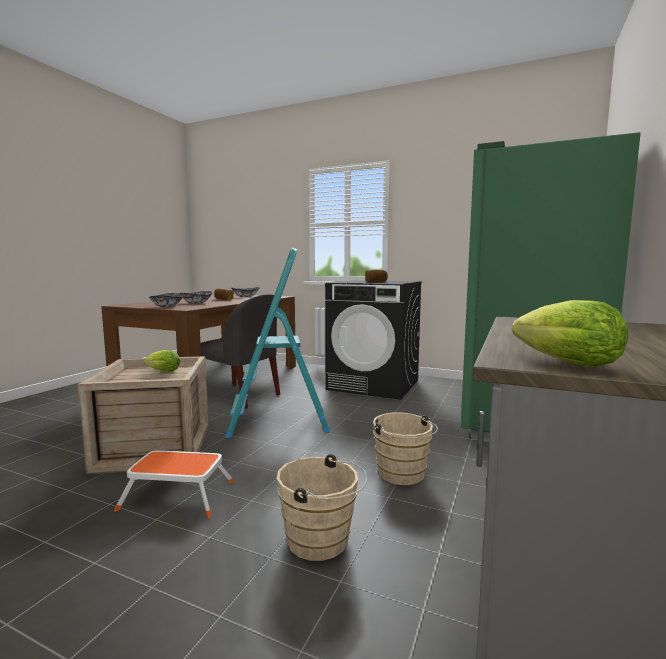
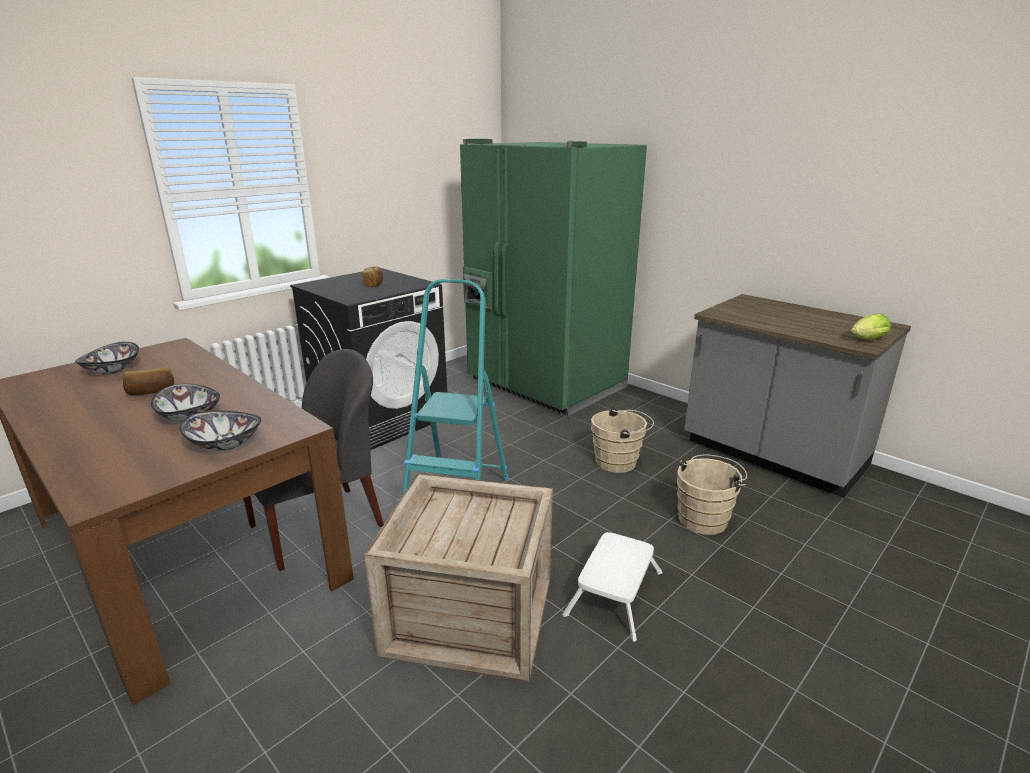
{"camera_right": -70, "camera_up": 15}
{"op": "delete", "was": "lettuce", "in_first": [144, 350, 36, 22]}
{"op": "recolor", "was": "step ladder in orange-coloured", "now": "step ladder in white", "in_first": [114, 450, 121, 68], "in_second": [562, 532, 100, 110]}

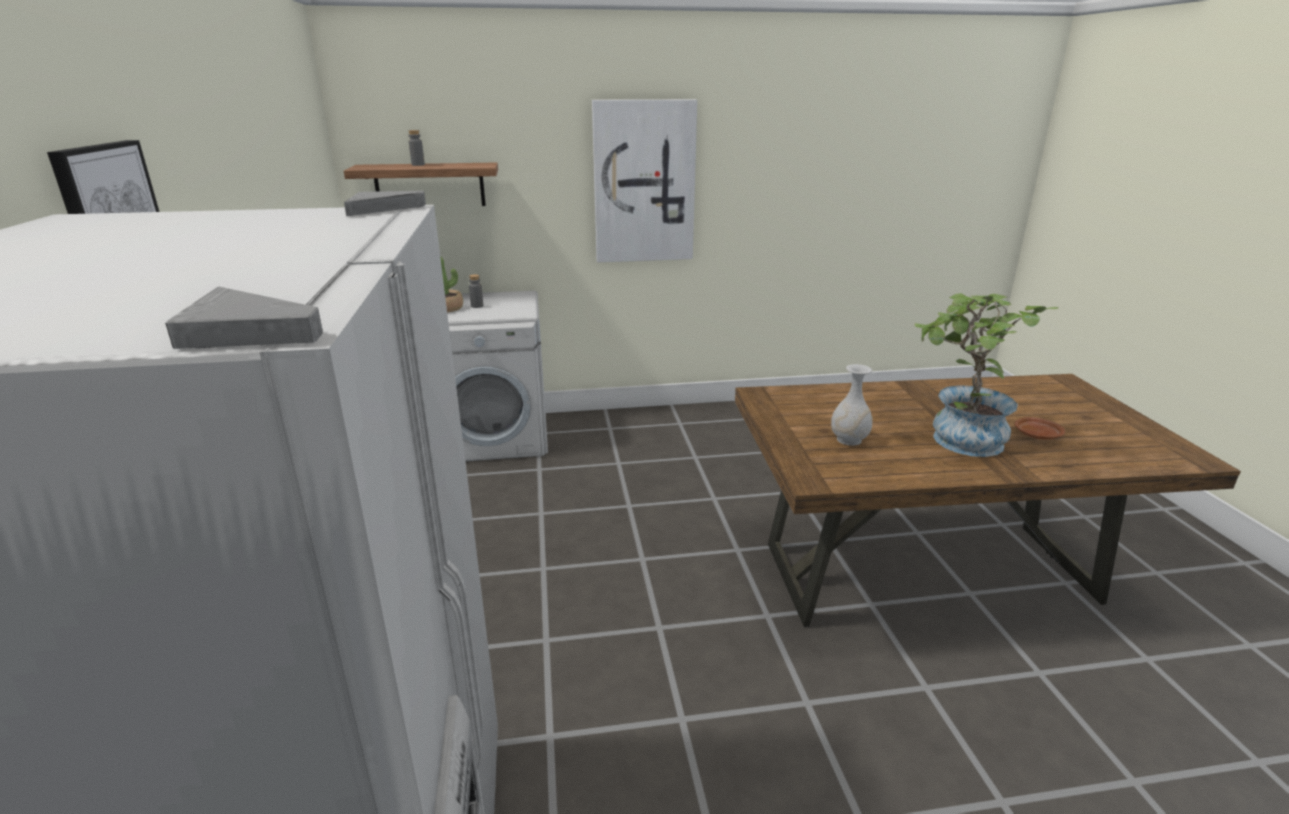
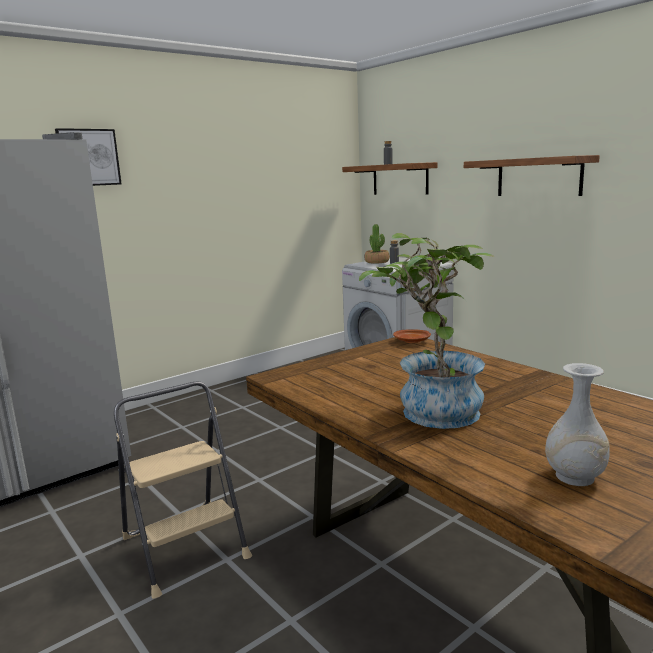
{"camera_right": 60, "camera_up": -10}
{"op": "insert", "now": "step ladder in beige-coloured", "in_second": [114, 382, 138, 217]}
{"op": "move", "was": "flower vase in white", "in_first": [831, 364, 42, 82], "in_second": [545, 363, 65, 123]}
{"op": "move", "was": "plate in brown-coloured", "in_first": [1015, 417, 50, 23], "in_second": [393, 329, 38, 14]}
{"op": "replace", "was": "wall art", "now": "wall shelf", "in_first": [592, 99, 105, 163], "in_second": [464, 155, 136, 41]}

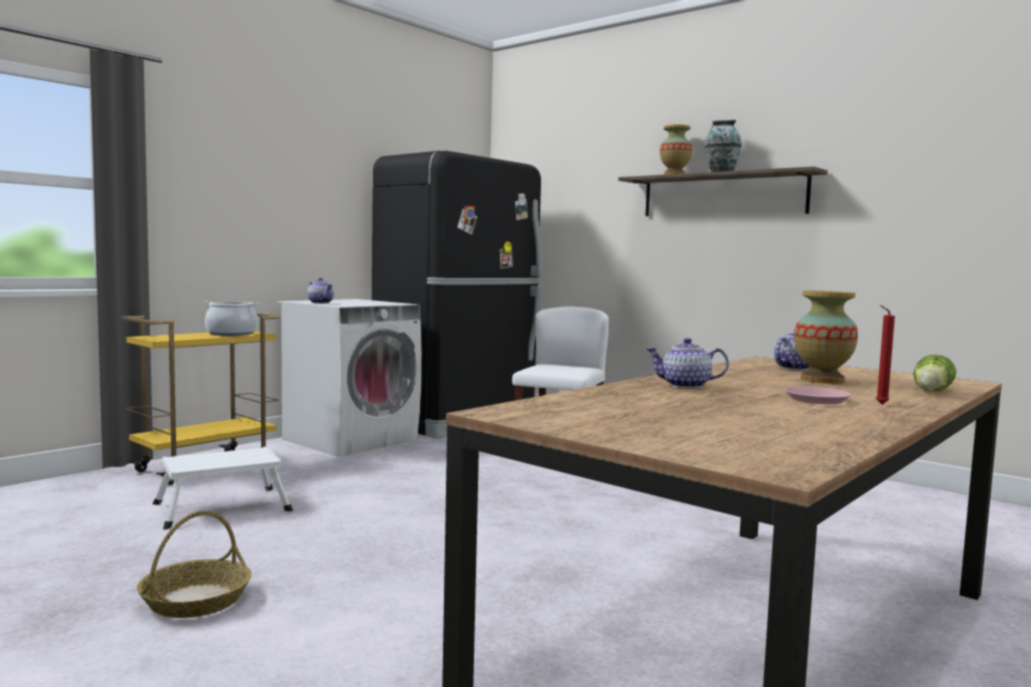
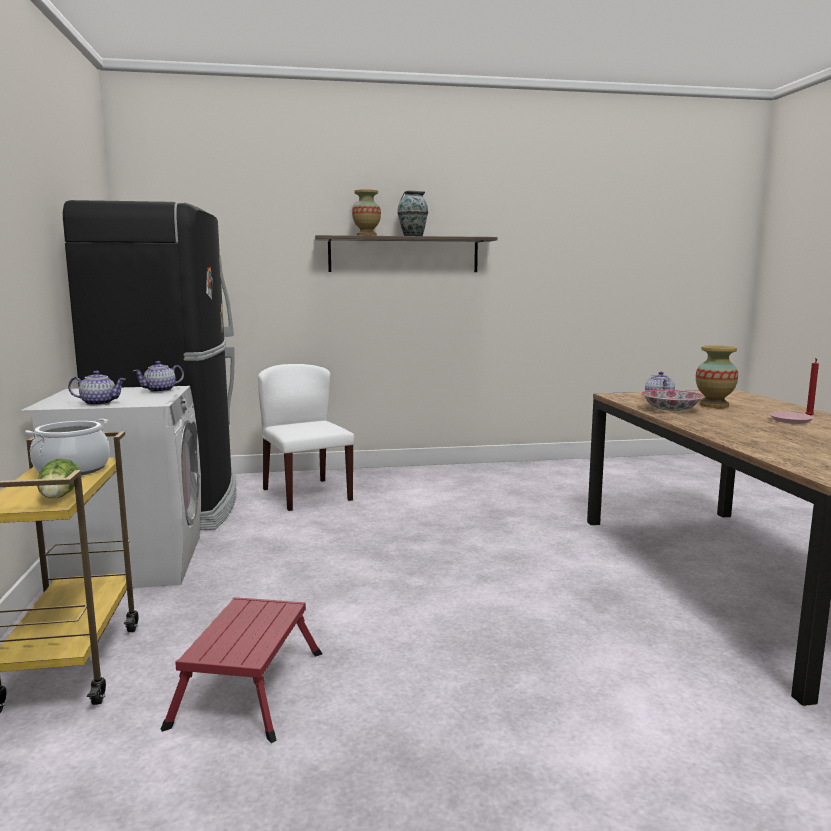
{"camera_right": -50, "camera_up": 5}
{"op": "delete", "was": "storage basket", "in_first": [137, 511, 114, 107]}
{"op": "insert", "now": "serving bowl", "in_second": [641, 390, 63, 21]}
{"op": "move", "was": "teapot", "in_first": [647, 338, 82, 50], "in_second": [133, 361, 51, 31]}
{"op": "move", "was": "lettuce", "in_first": [913, 355, 43, 37], "in_second": [37, 458, 42, 41]}
{"op": "recolor", "was": "step ladder in white", "now": "step ladder in reddish", "in_first": [153, 447, 140, 83], "in_second": [161, 597, 161, 146]}

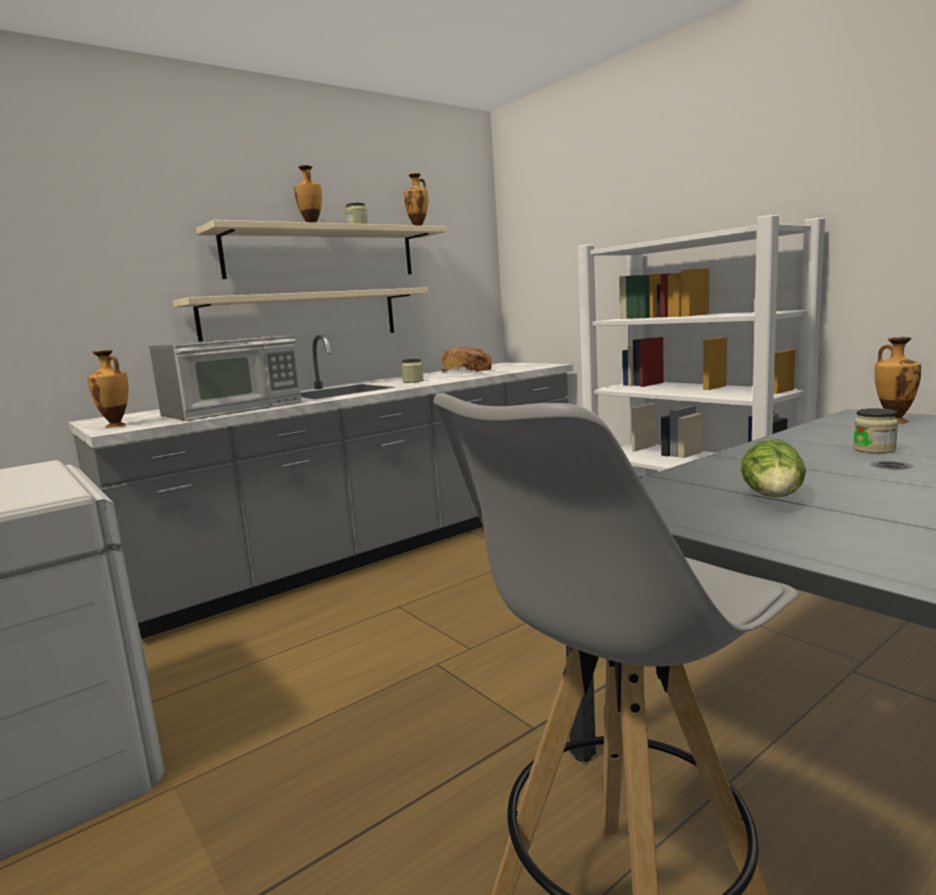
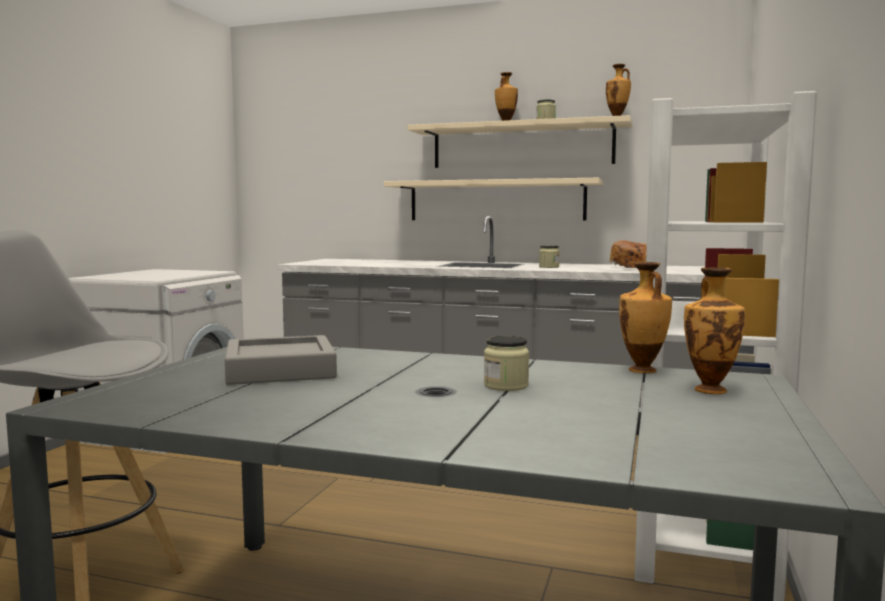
{"camera_right": 55, "camera_up": -5}
{"op": "delete", "was": "microwave oven", "in_first": [149, 335, 153, 86]}
{"op": "move", "was": "flower vase", "in_first": [87, 350, 42, 78], "in_second": [619, 262, 53, 111]}
{"op": "replace", "was": "lettuce", "now": "serving tray in gray", "in_first": [741, 439, 65, 58], "in_second": [225, 335, 112, 50]}

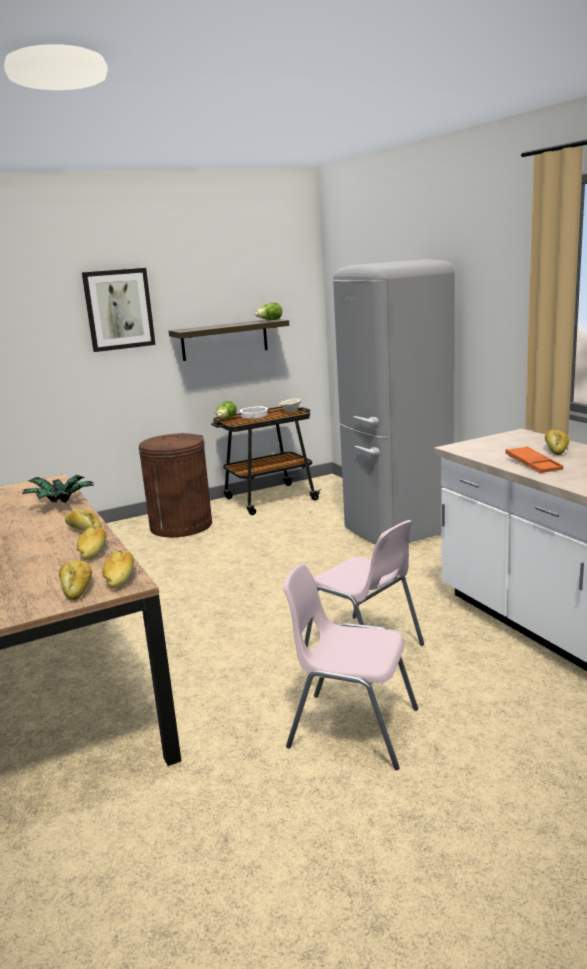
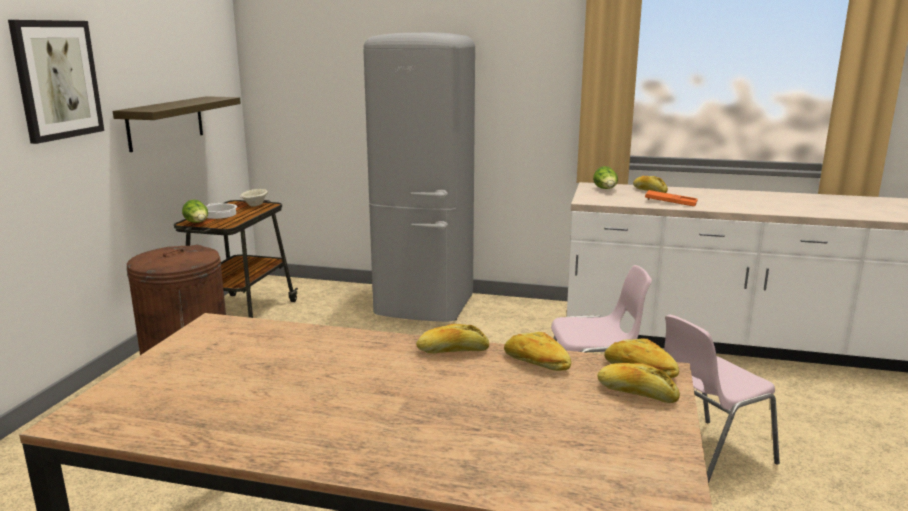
{"camera_right": -50, "camera_up": 0}
{"op": "delete", "was": "plant in a pot", "in_first": [22, 475, 72, 28]}
{"op": "move", "was": "lettuce", "in_first": [255, 302, 27, 18], "in_second": [593, 166, 25, 23]}

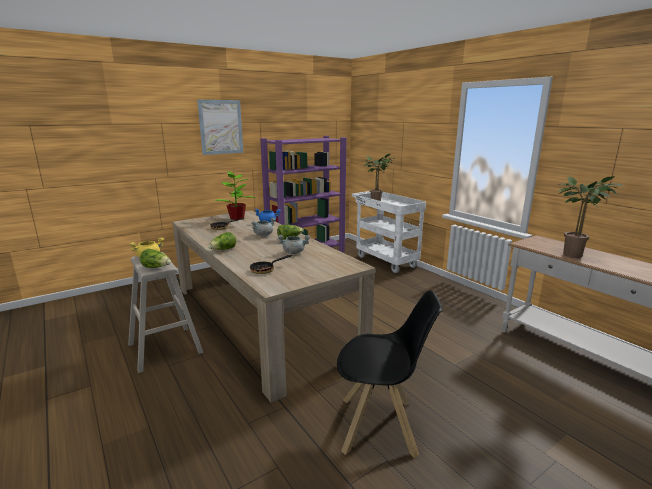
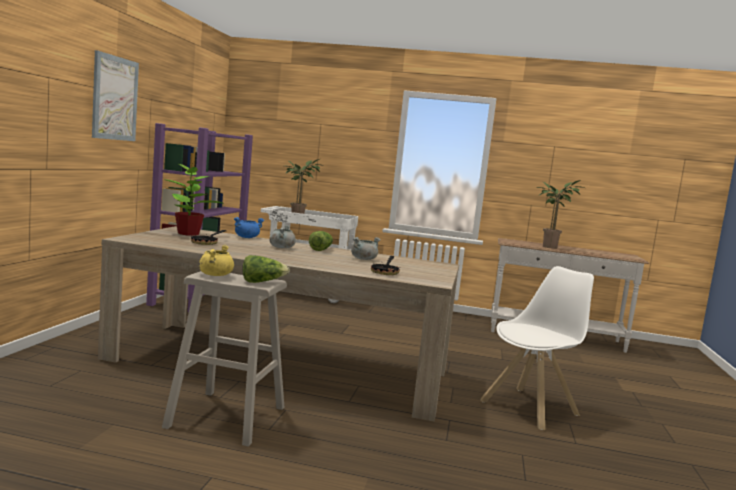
{"camera_right": -45, "camera_up": -10}
{"op": "delete", "was": "lettuce", "in_first": [208, 232, 28, 18]}
{"op": "recolor", "was": "upright chair in black-coloured", "now": "upright chair in white", "in_first": [337, 290, 106, 168], "in_second": [480, 266, 114, 164]}

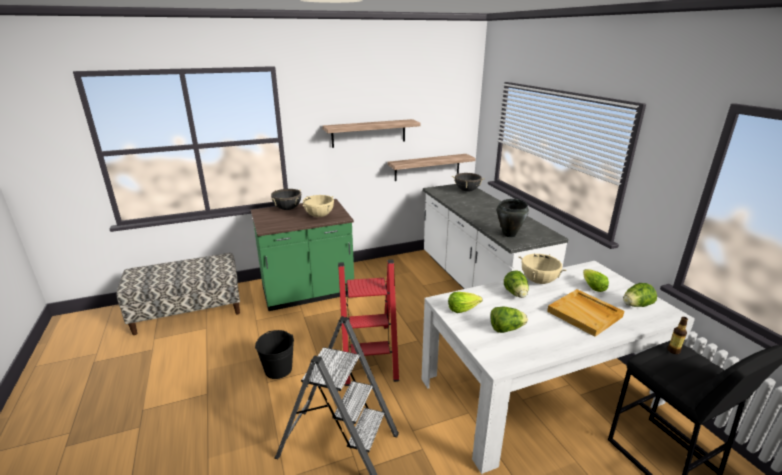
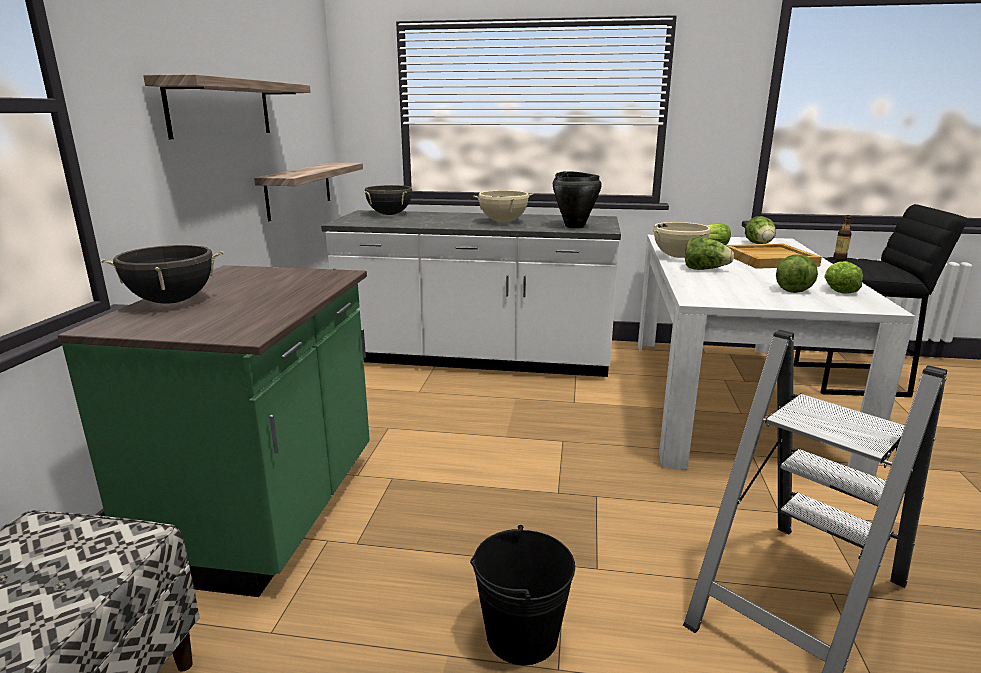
{"camera_right": -60, "camera_up": -5}
{"op": "delete", "was": "step ladder in reddish", "in_first": [338, 259, 61, 127]}
{"op": "move", "was": "stockpot in beige-coloured", "in_first": [302, 195, 32, 22], "in_second": [473, 190, 60, 32]}
{"op": "move", "was": "lettuce", "in_first": [448, 292, 34, 21], "in_second": [824, 261, 39, 33]}

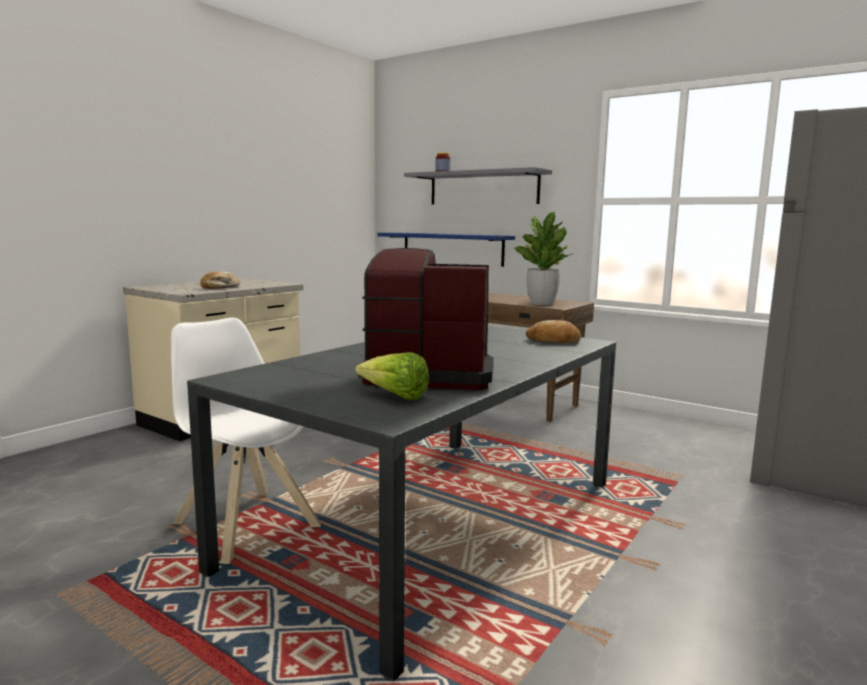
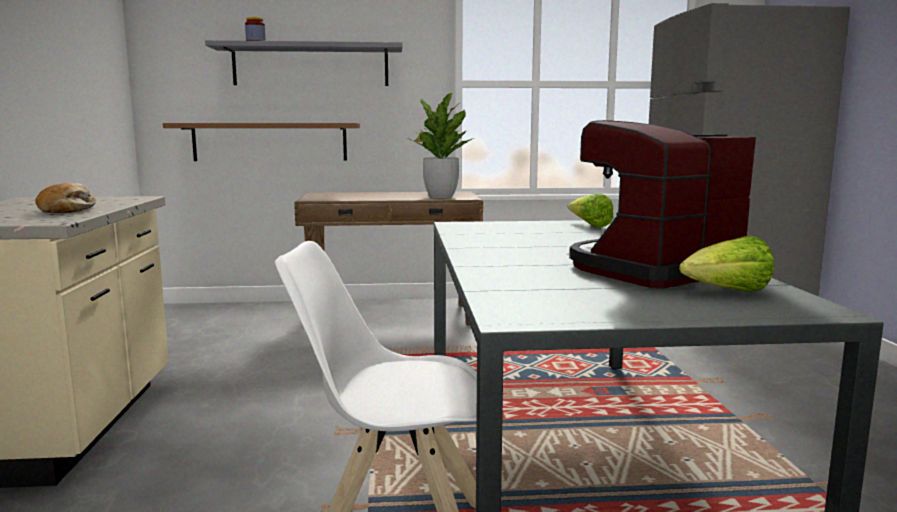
{"camera_right": -40, "camera_up": 0}
{"op": "replace", "was": "baked bread", "now": "lettuce", "in_first": [525, 320, 56, 23], "in_second": [568, 193, 45, 34]}
{"op": "recolor", "was": "wall shelf in blue", "now": "wall shelf in brown-coloured", "in_first": [378, 233, 137, 34], "in_second": [163, 123, 197, 38]}

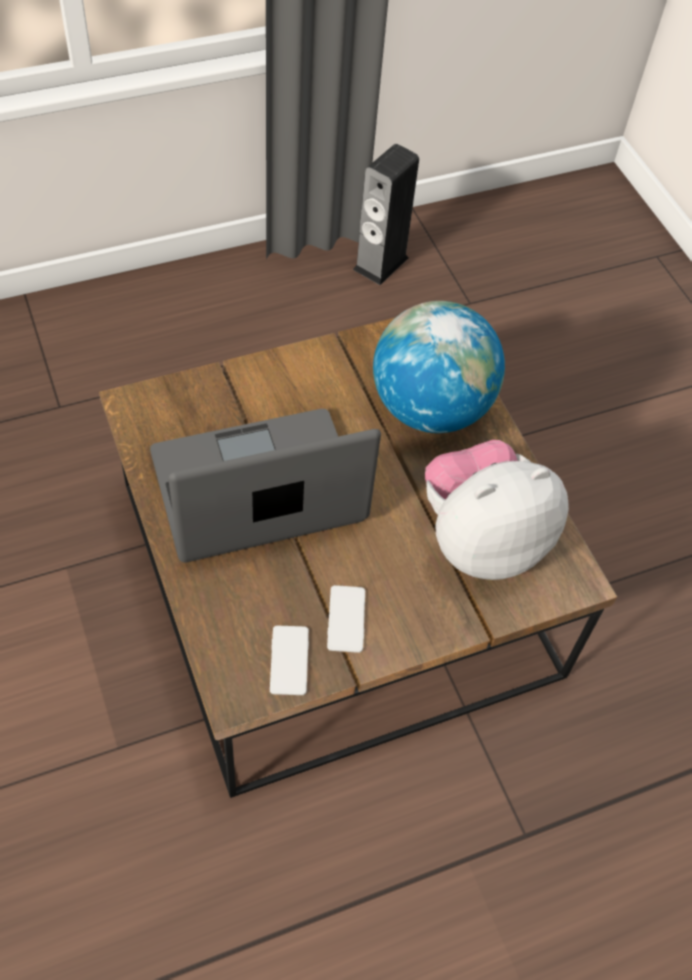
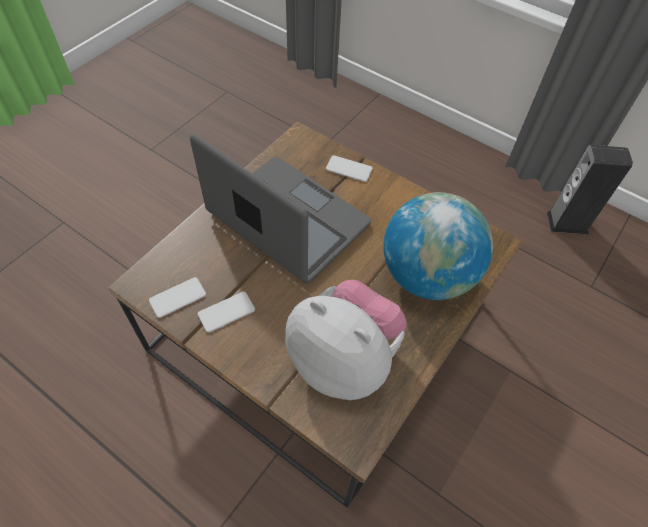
{"camera_right": 60, "camera_up": 0}
{"op": "insert", "now": "telephone", "in_second": [326, 155, 47, 27]}

